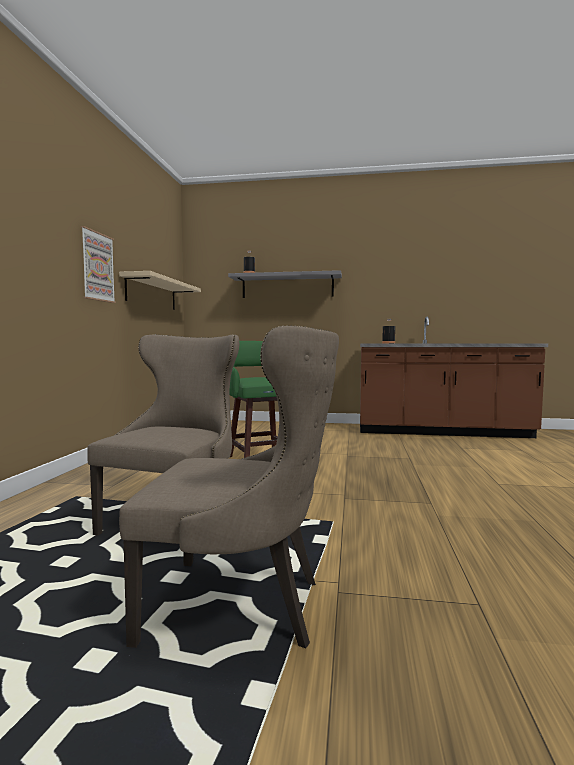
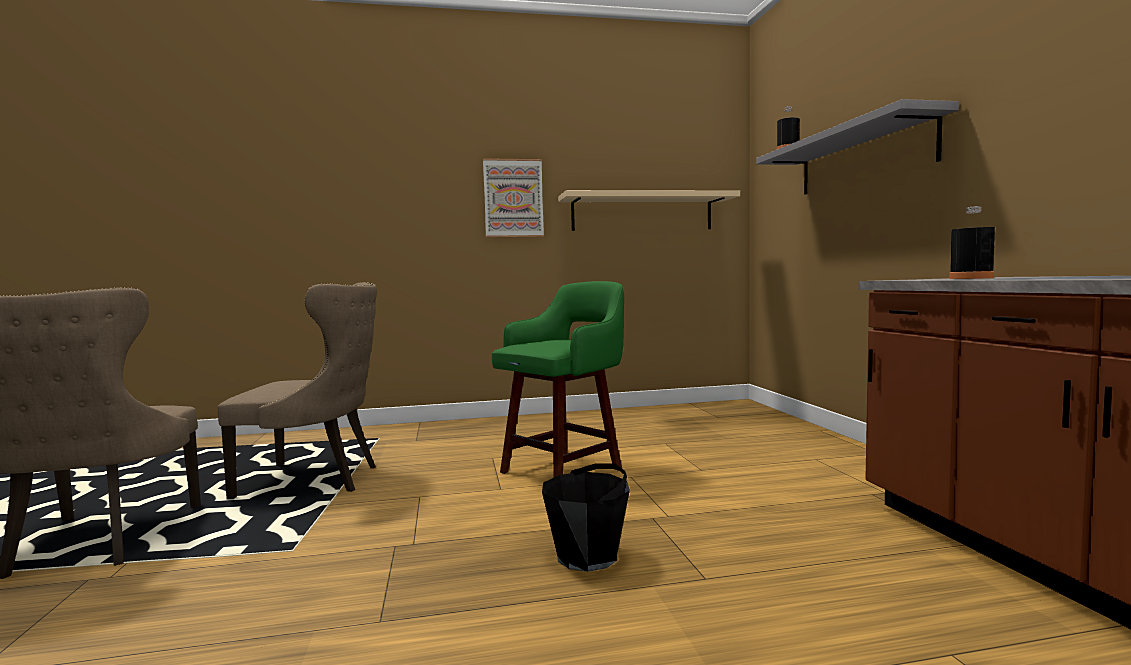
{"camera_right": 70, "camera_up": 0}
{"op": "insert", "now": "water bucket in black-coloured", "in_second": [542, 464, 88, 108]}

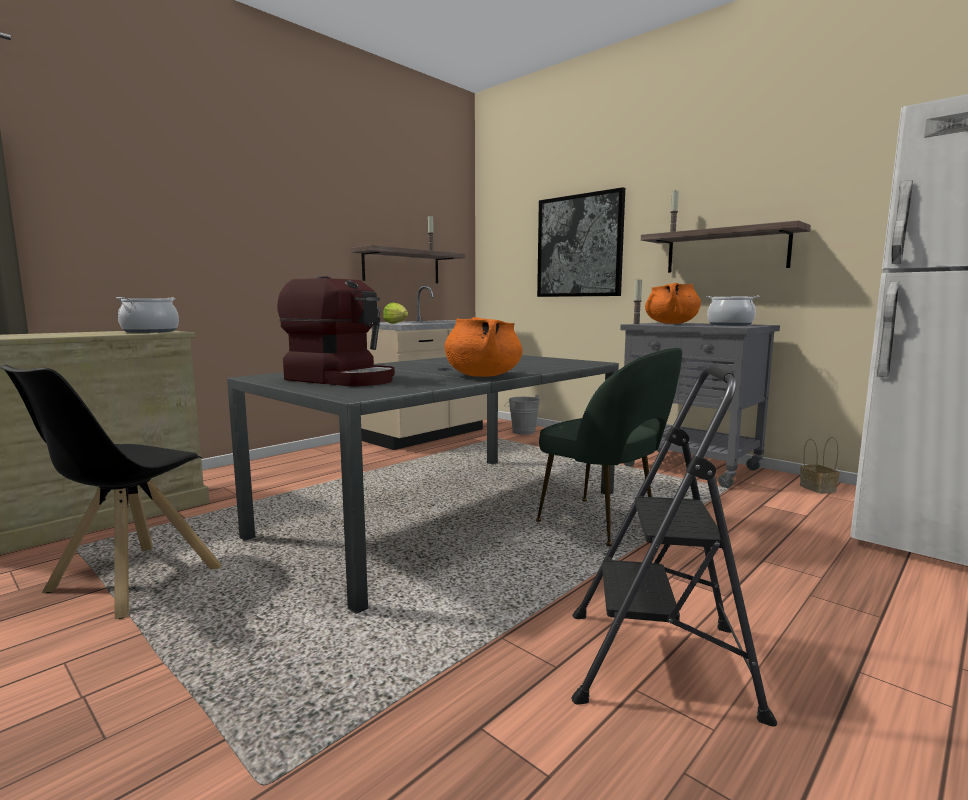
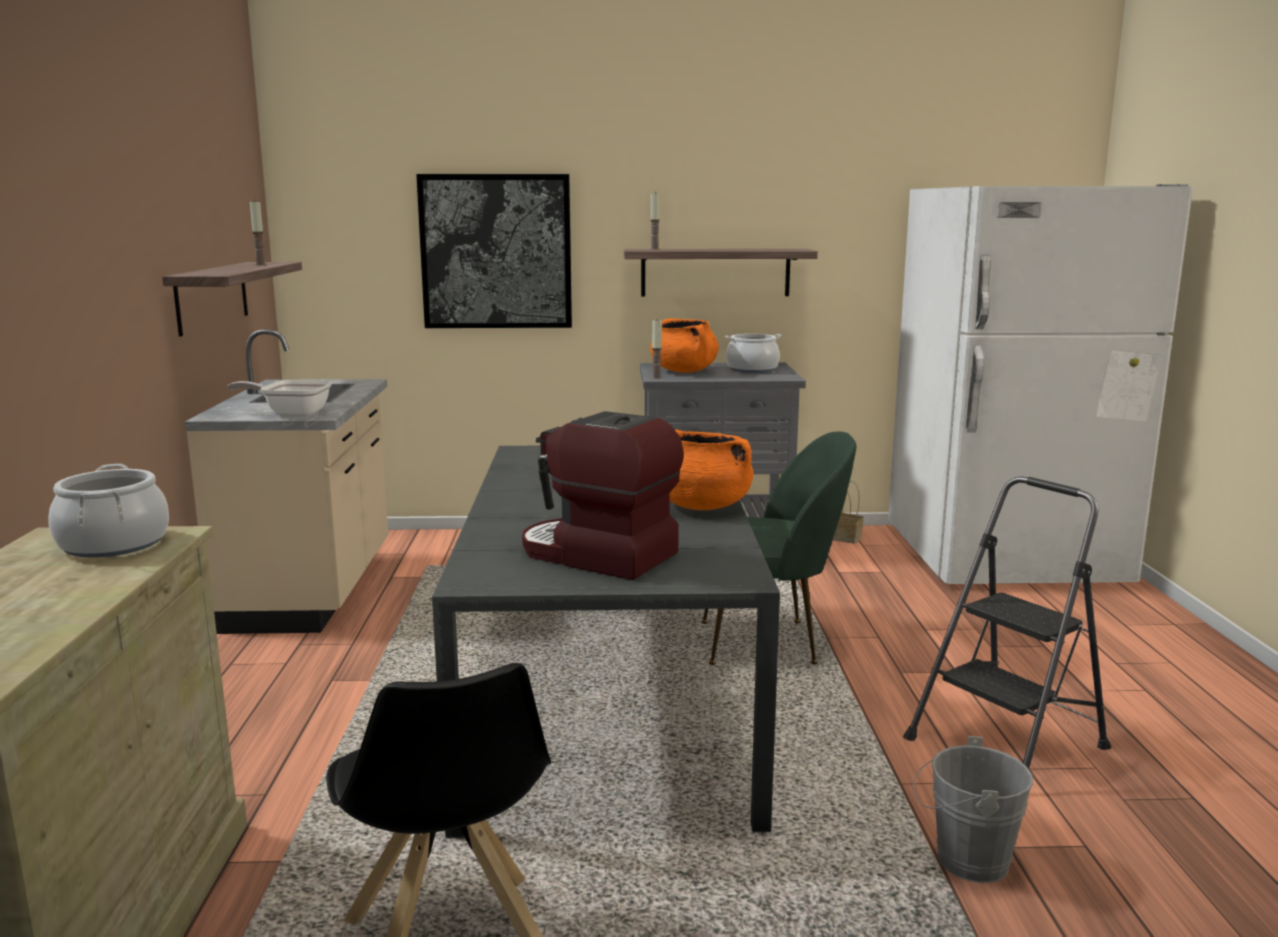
{"camera_right": -45, "camera_up": 5}
{"op": "move", "was": "water bucket in gray", "in_first": [505, 395, 35, 40], "in_second": [913, 736, 120, 147]}
{"op": "replace", "was": "lettuce", "now": "pan", "in_first": [383, 303, 25, 21], "in_second": [227, 380, 105, 37]}
{"op": "rotate", "was": "coffee maker", "in_first": [277, 277, 118, 109], "in_second": [522, 411, 162, 169], "clockwise": -135}

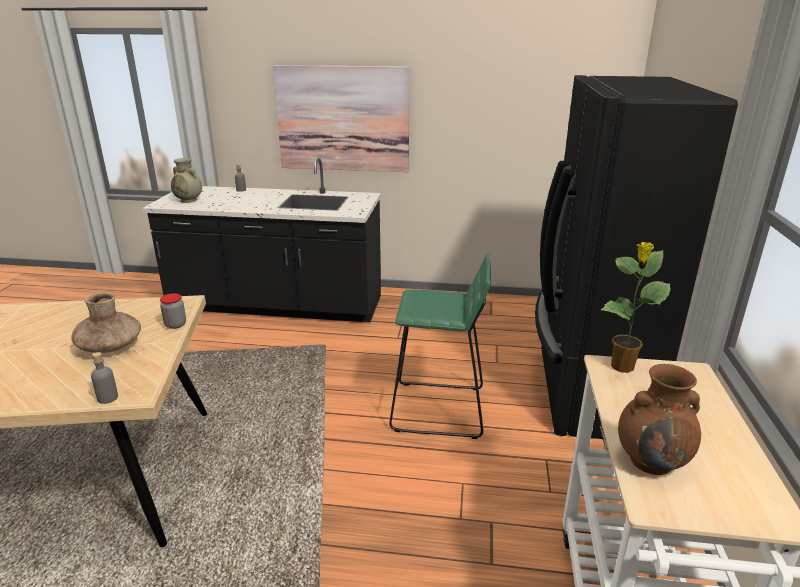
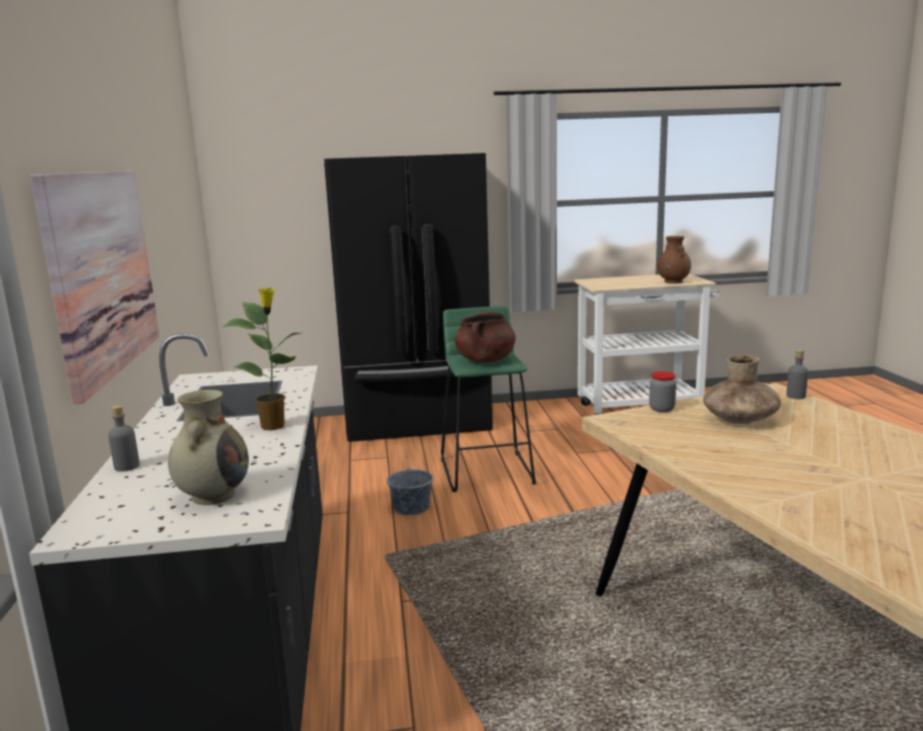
{"camera_right": -105, "camera_up": -10}
{"op": "insert", "now": "water bucket in gray", "in_second": [386, 456, 48, 59]}
{"op": "insert", "now": "stockpot in brown-coloured", "in_second": [455, 311, 61, 52]}
{"op": "move", "was": "plant in a pot", "in_first": [601, 242, 70, 131], "in_second": [223, 288, 78, 142]}

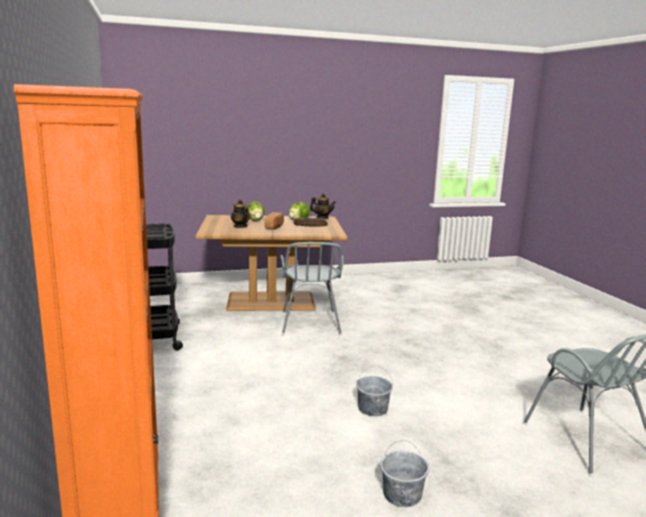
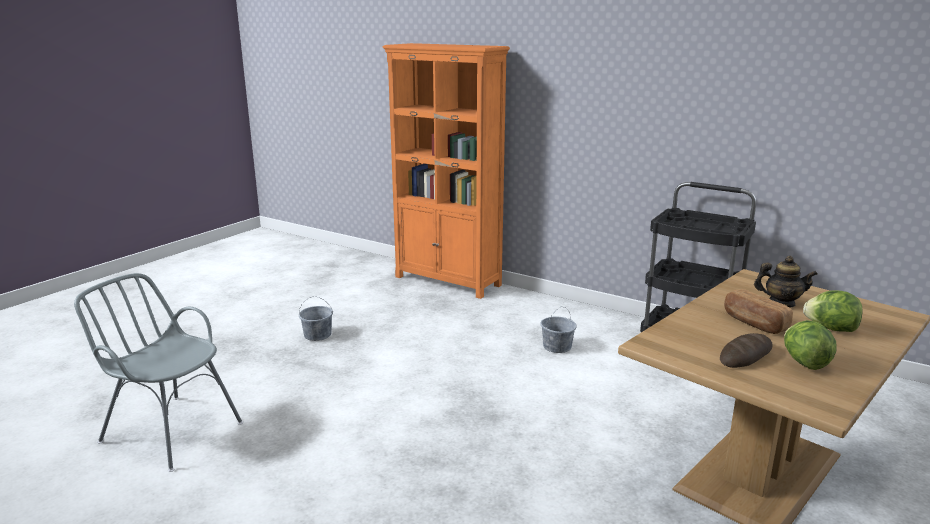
{"camera_right": 140, "camera_up": 5}
{"op": "delete", "was": "upright chair in gray", "in_first": [280, 242, 64, 94]}
{"op": "delete", "was": "teapot", "in_first": [310, 194, 26, 25]}
{"op": "move", "was": "water bucket in gray", "in_first": [356, 365, 37, 51], "in_second": [540, 307, 37, 46]}

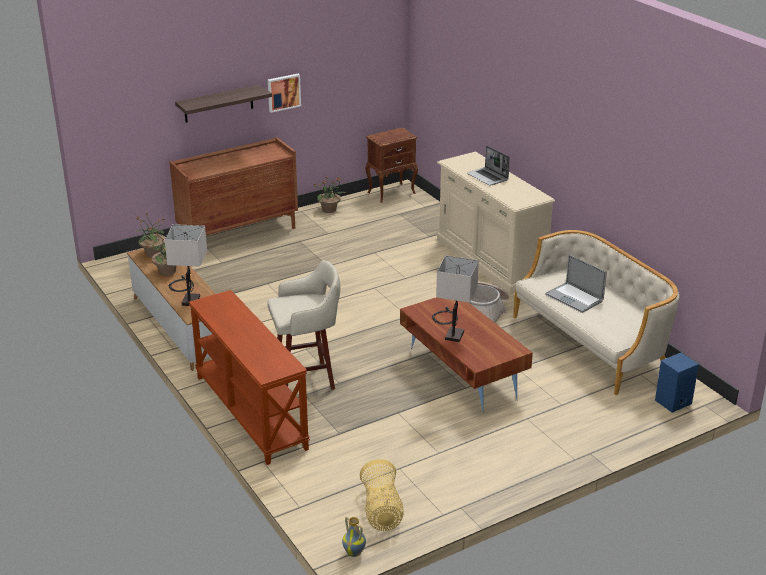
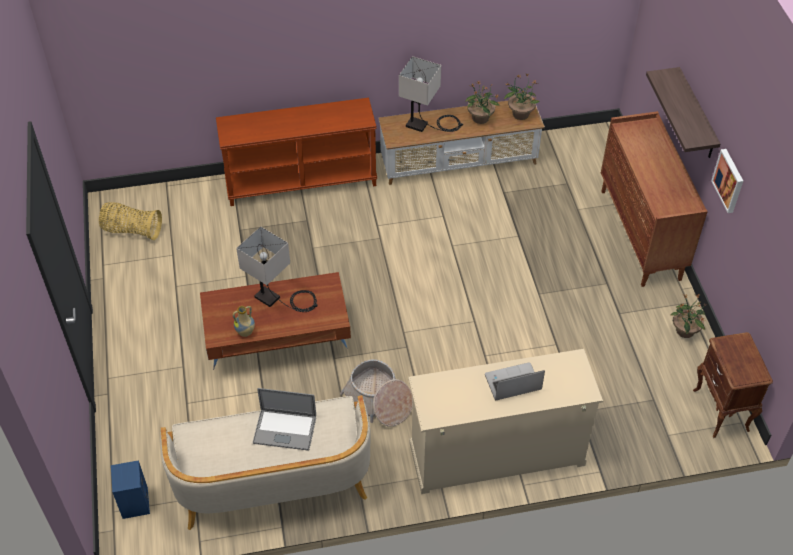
{"camera_right": 110, "camera_up": 20}
{"op": "delete", "was": "sitting stool in beige-coloured", "in_first": [267, 260, 74, 130]}
{"op": "move", "was": "flower vase", "in_first": [342, 517, 24, 40], "in_second": [233, 306, 22, 31]}
{"op": "rotate", "was": "portable computer", "in_first": [545, 255, 62, 58], "in_second": [253, 388, 63, 63], "clockwise": -150}

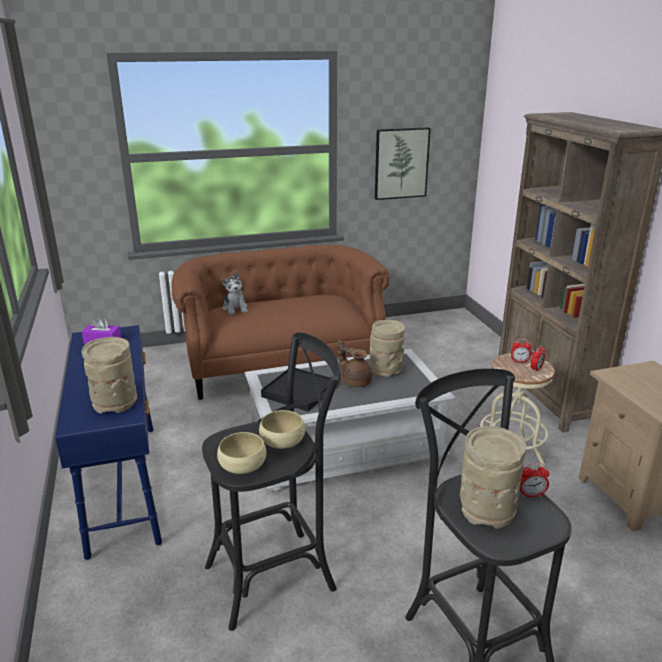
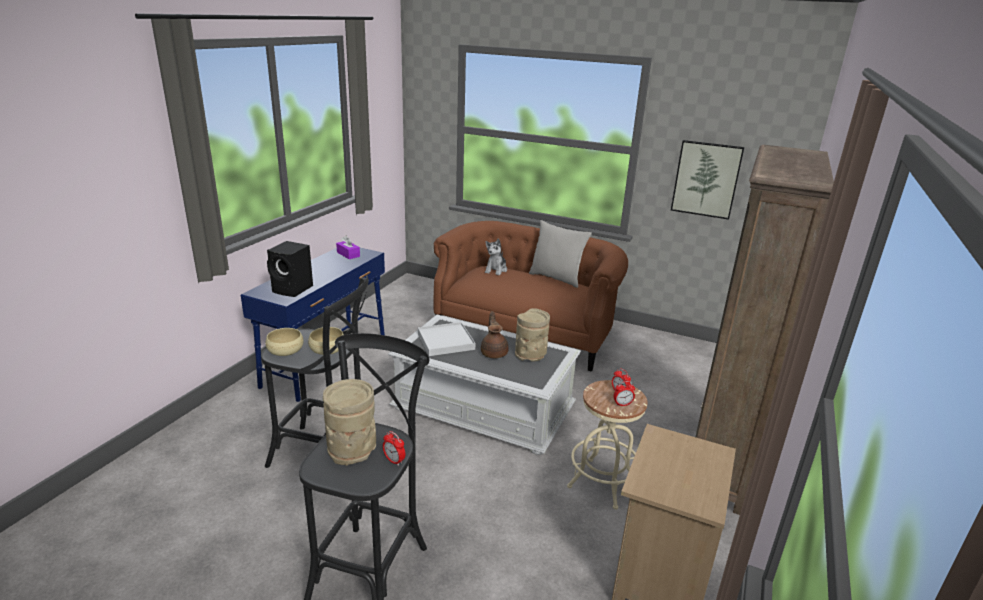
{"camera_right": 40, "camera_up": 0}
{"op": "insert", "now": "cushion in gray", "in_second": [529, 220, 63, 68]}
{"op": "replace", "was": "flower vase in beige-coloured", "now": "speaker in black-coloured", "in_first": [82, 337, 55, 77], "in_second": [267, 241, 46, 56]}
{"op": "recolor", "was": "serving tray in black-coloured", "now": "serving tray in white", "in_first": [261, 368, 69, 44], "in_second": [418, 322, 57, 34]}

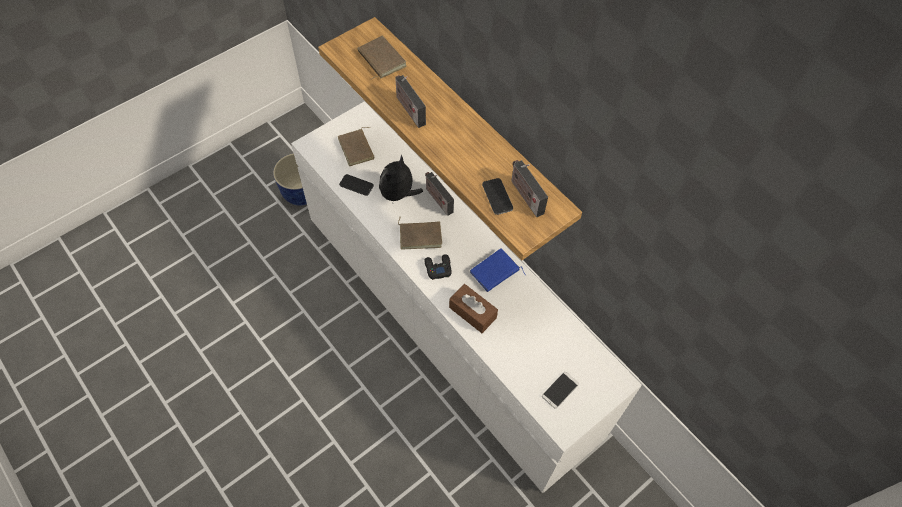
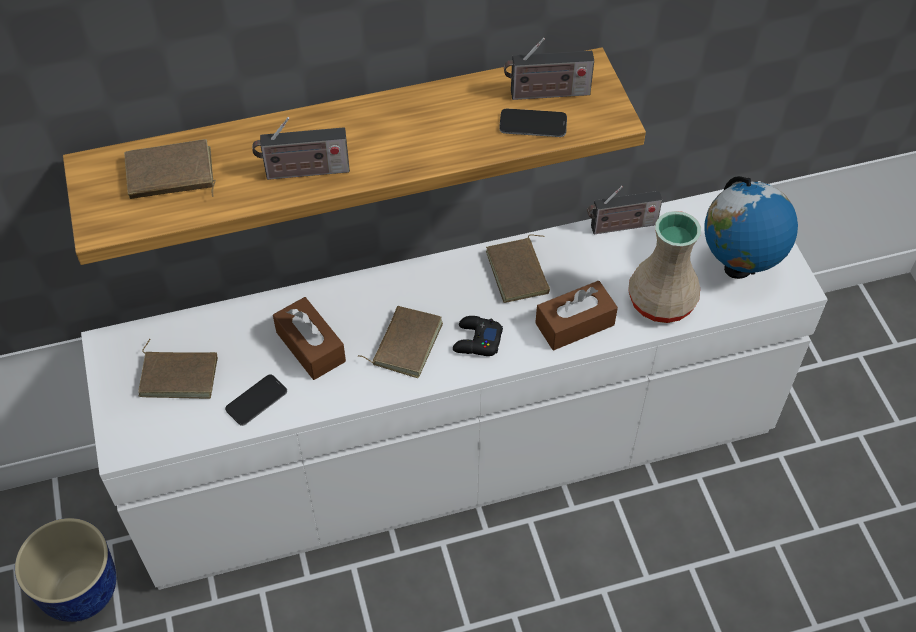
{"camera_right": -65, "camera_up": -5}
{"op": "insert", "now": "flower vase in beige-coloured", "in_second": [628, 211, 73, 112]}
{"op": "move", "was": "radio receiver", "in_first": [425, 172, 29, 44], "in_second": [587, 186, 75, 48]}
{"op": "replace", "was": "plush toy", "now": "box of tissues in brown-coloured", "in_first": [379, 154, 44, 47], "in_second": [273, 297, 73, 83]}
{"op": "replace", "was": "telephone", "now": "world globe", "in_first": [542, 372, 37, 37], "in_second": [704, 176, 94, 103]}
{"op": "recolor", "was": "bound book in blue", "now": "bound book in brown-coloured", "in_first": [470, 249, 56, 43], "in_second": [486, 234, 64, 69]}

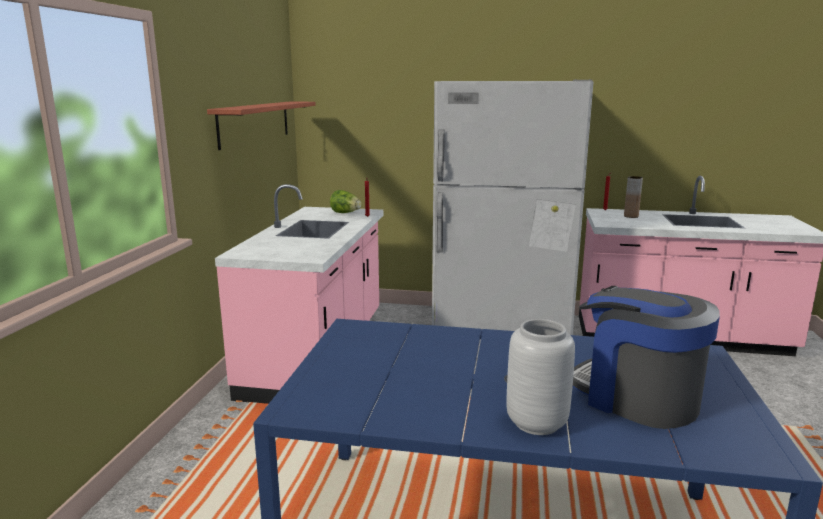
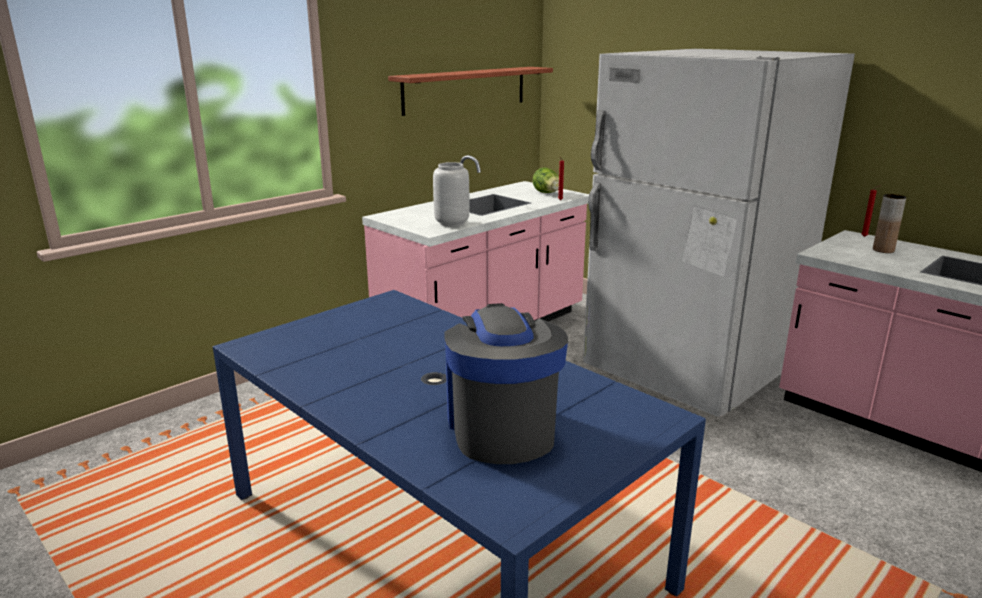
{"camera_right": 35, "camera_up": 5}
{"op": "move", "was": "flower vase in gray", "in_first": [507, 319, 68, 116], "in_second": [433, 162, 36, 65]}

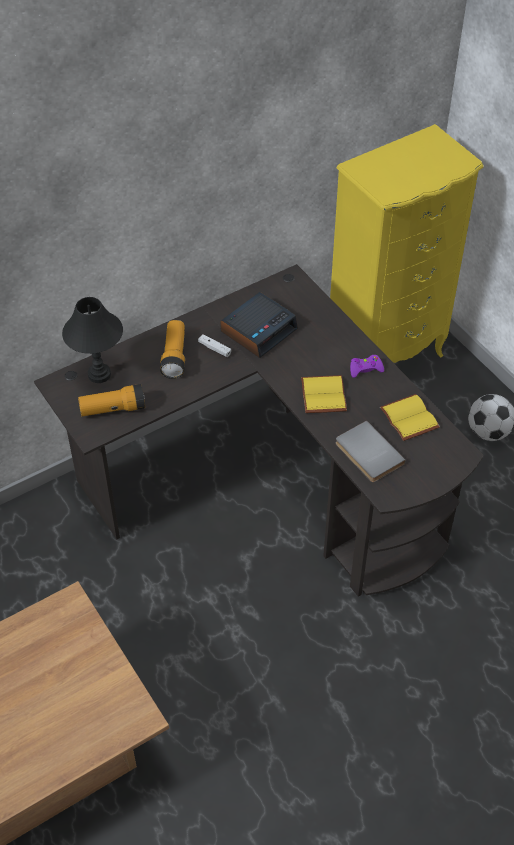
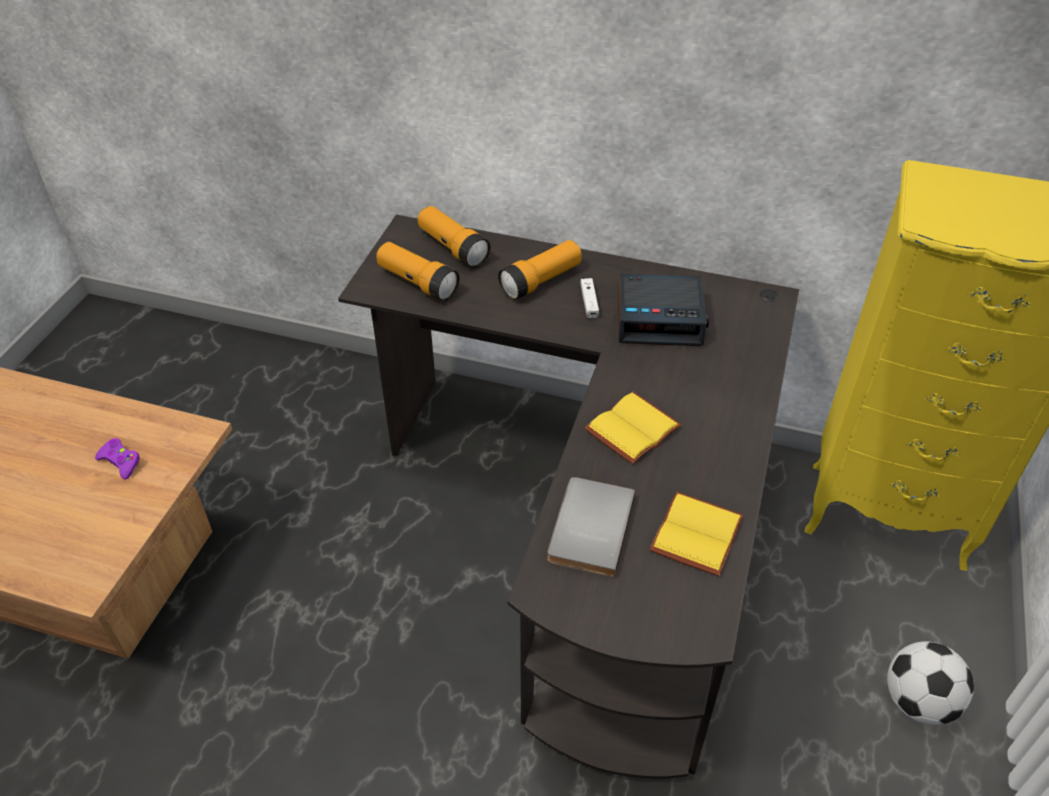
{"camera_right": 50, "camera_up": -5}
{"op": "move", "was": "game controller in purple", "in_first": [350, 355, 34, 23], "in_second": [95, 438, 45, 42]}
{"op": "replace", "was": "table lamp in black-coloured", "now": "torch", "in_first": [62, 297, 61, 86], "in_second": [418, 206, 73, 62]}

